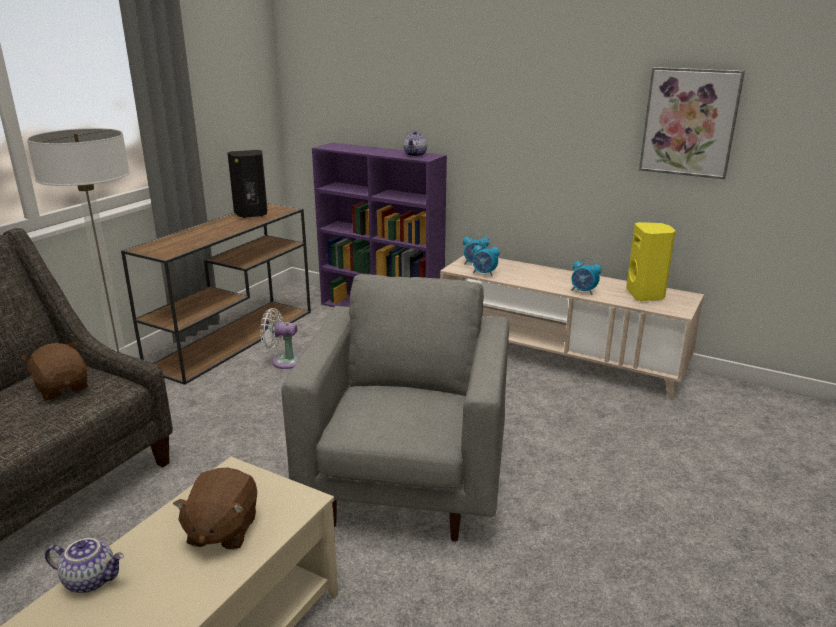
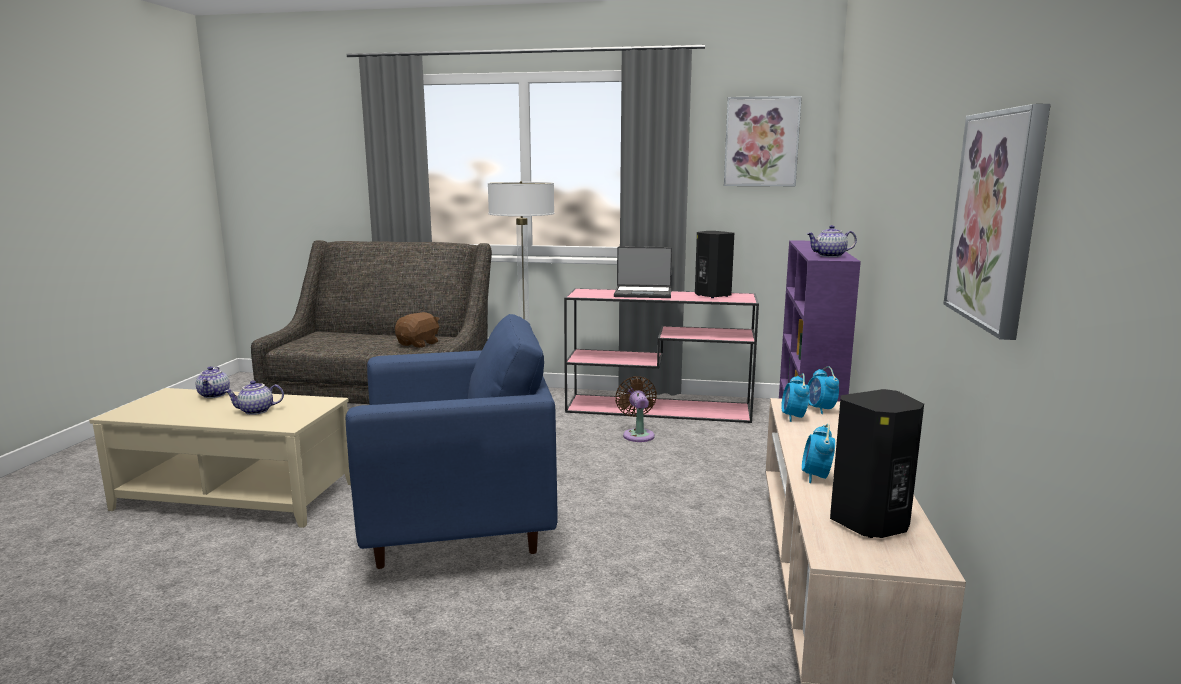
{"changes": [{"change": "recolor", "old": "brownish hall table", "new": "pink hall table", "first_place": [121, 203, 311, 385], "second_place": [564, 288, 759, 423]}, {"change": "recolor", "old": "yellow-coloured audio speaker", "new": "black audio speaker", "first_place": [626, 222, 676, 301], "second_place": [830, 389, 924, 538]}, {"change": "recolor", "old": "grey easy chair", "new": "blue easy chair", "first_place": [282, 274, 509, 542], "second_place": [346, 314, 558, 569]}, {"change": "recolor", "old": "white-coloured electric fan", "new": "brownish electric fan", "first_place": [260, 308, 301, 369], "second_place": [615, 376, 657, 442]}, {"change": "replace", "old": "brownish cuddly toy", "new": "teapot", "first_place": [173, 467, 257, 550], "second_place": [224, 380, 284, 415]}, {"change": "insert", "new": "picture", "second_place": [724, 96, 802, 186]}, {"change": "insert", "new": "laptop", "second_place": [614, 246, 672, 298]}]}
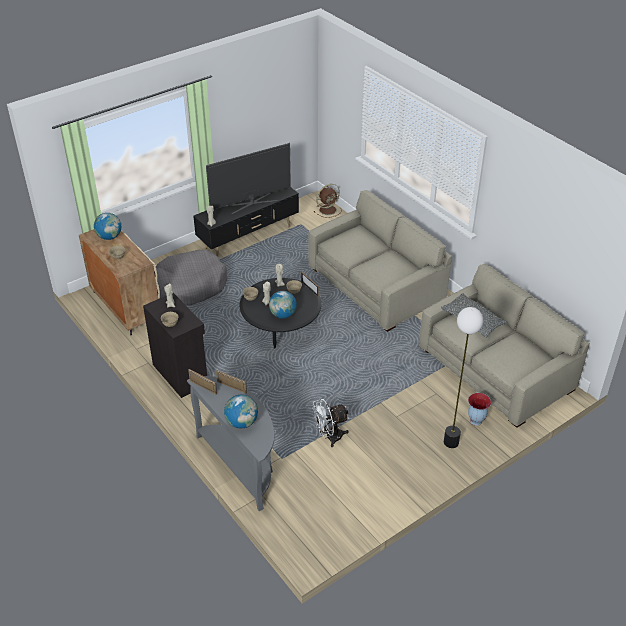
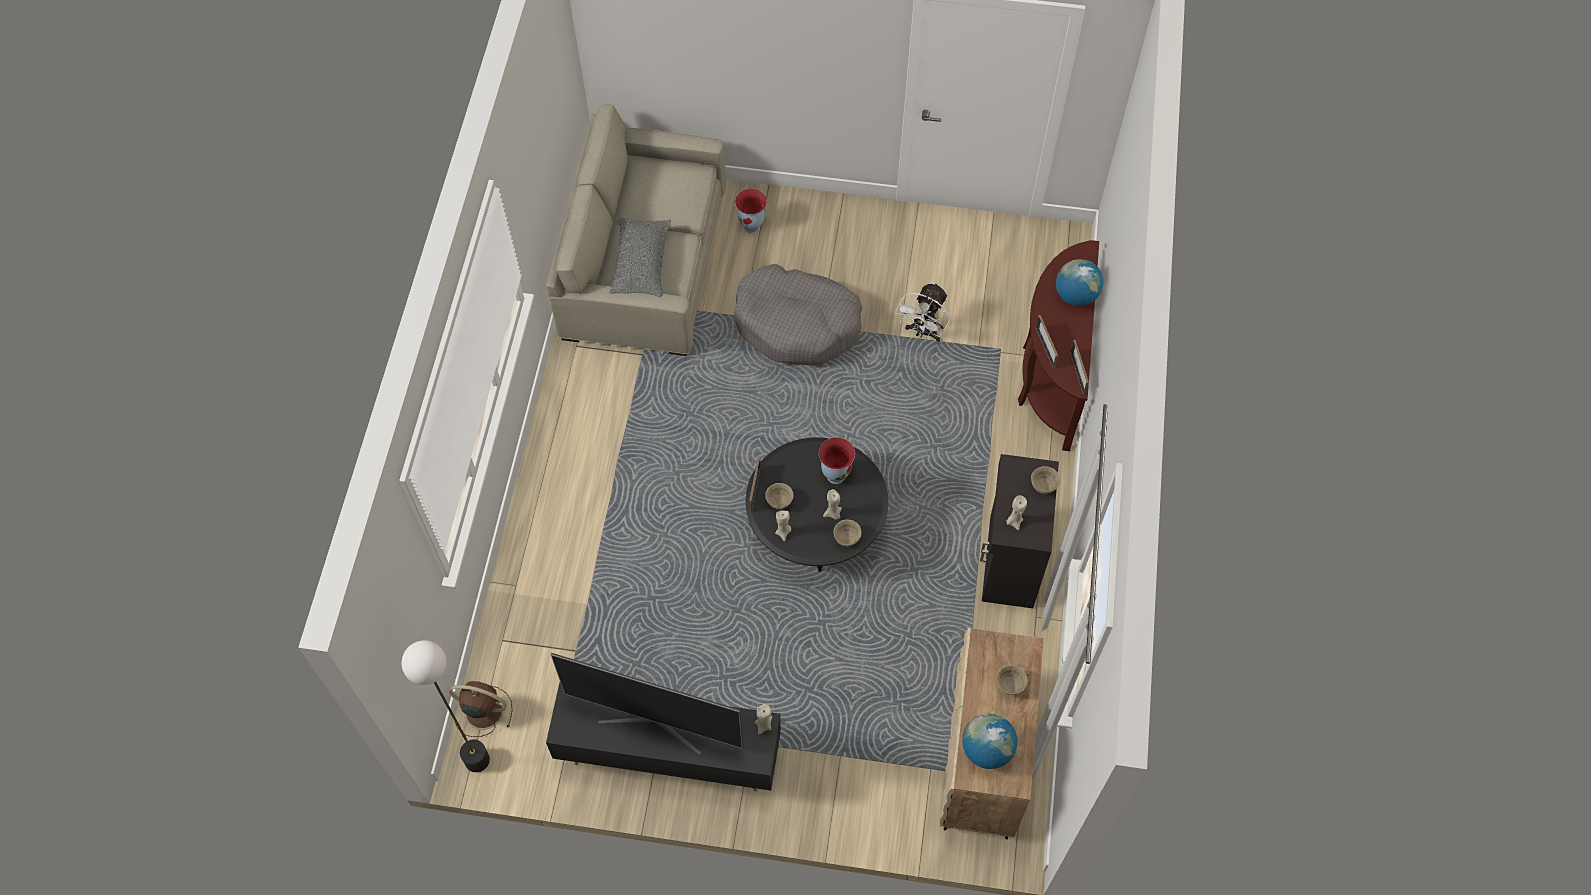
{"changes": [{"change": "delete", "old": "beige sofa", "first_place": [308, 190, 452, 332]}, {"change": "move", "old": "grey pet bed", "first_place": [156, 250, 228, 305], "second_place": [734, 264, 863, 365]}, {"change": "replace", "old": "desk globe", "new": "decorative vase", "first_place": [269, 291, 297, 319], "second_place": [819, 437, 855, 484]}, {"change": "move", "old": "standing lamp", "first_place": [444, 307, 483, 448], "second_place": [402, 640, 490, 772]}, {"change": "recolor", "old": "grey hall table", "new": "brownish hall table", "first_place": [187, 376, 275, 511], "second_place": [1018, 240, 1099, 451]}, {"change": "rotate", "old": "white-coloured electric fan", "first_place": [312, 399, 349, 447], "second_place": [895, 283, 950, 342], "degrees": 90}]}
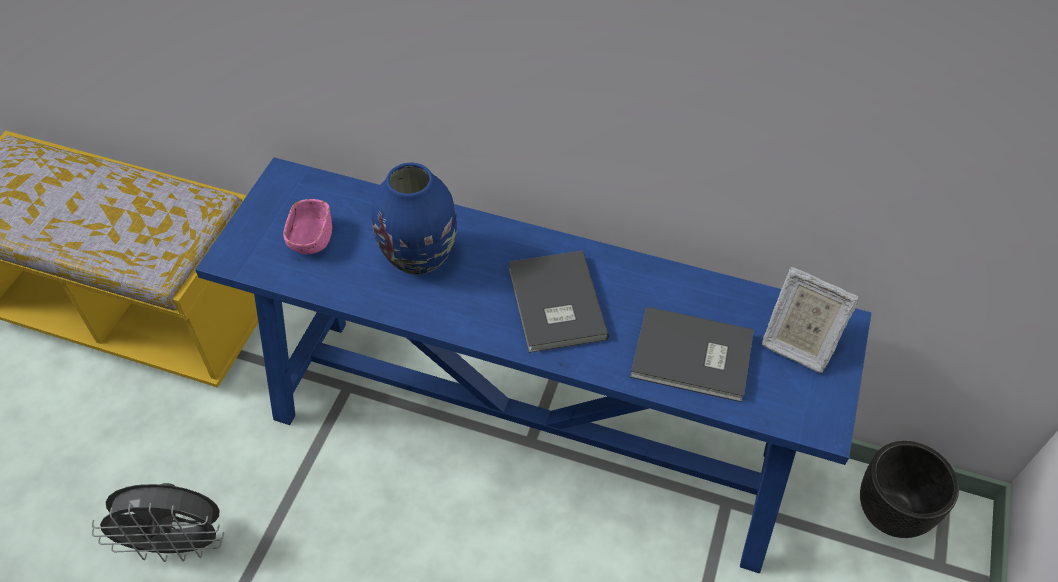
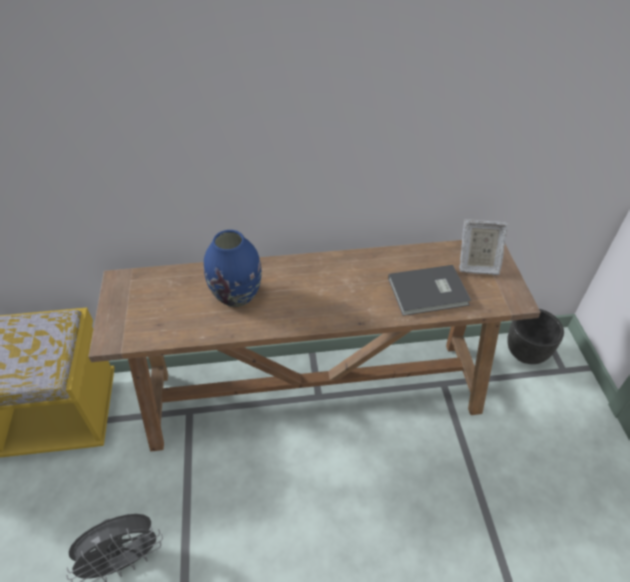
{"changes": [{"change": "recolor", "old": "blue hall table", "new": "brownish hall table", "first_place": [195, 157, 871, 573], "second_place": [88, 240, 541, 451]}, {"change": "delete", "old": "pink serving bowl", "first_place": [283, 199, 332, 254]}, {"change": "delete", "old": "grey book", "first_place": [509, 251, 609, 353]}]}
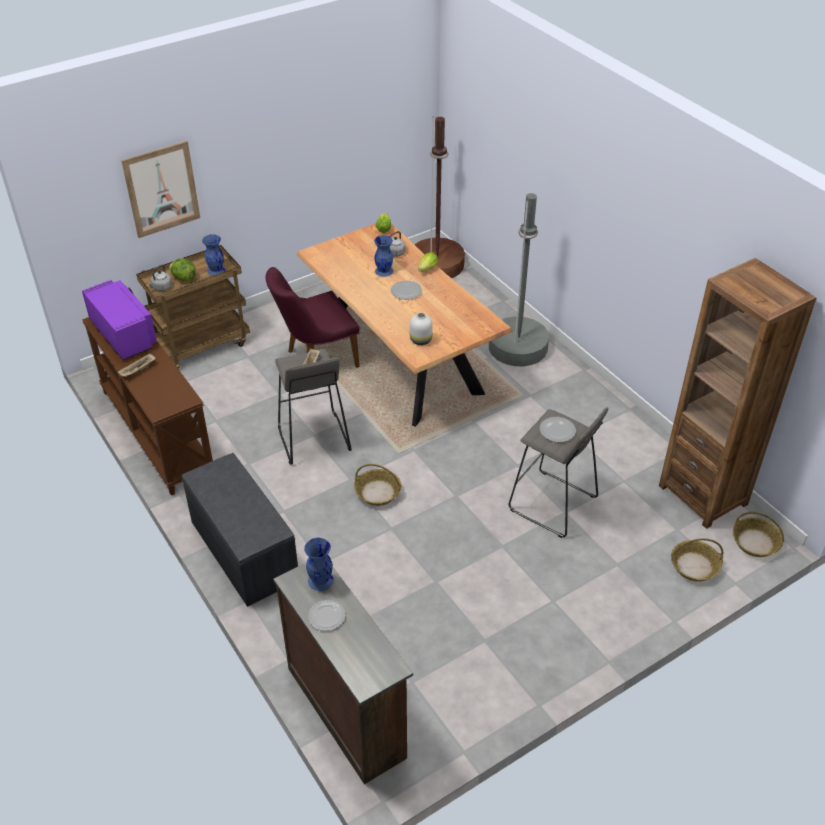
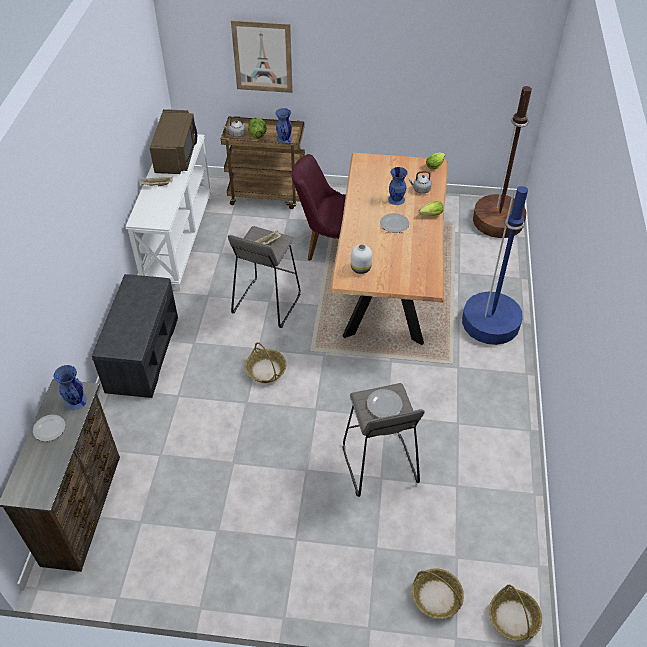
{"changes": [{"change": "recolor", "old": "grey standing lamp", "new": "blue standing lamp", "first_place": [489, 193, 549, 367], "second_place": [462, 186, 528, 345]}, {"change": "delete", "old": "brownish bookshelf", "first_place": [659, 258, 816, 529]}, {"change": "recolor", "old": "purple microwave oven", "new": "brownish microwave oven", "first_place": [82, 280, 157, 360], "second_place": [150, 109, 197, 174]}, {"change": "recolor", "old": "brownish hall table", "new": "white-coloured hall table", "first_place": [82, 317, 213, 495], "second_place": [125, 134, 212, 291]}]}
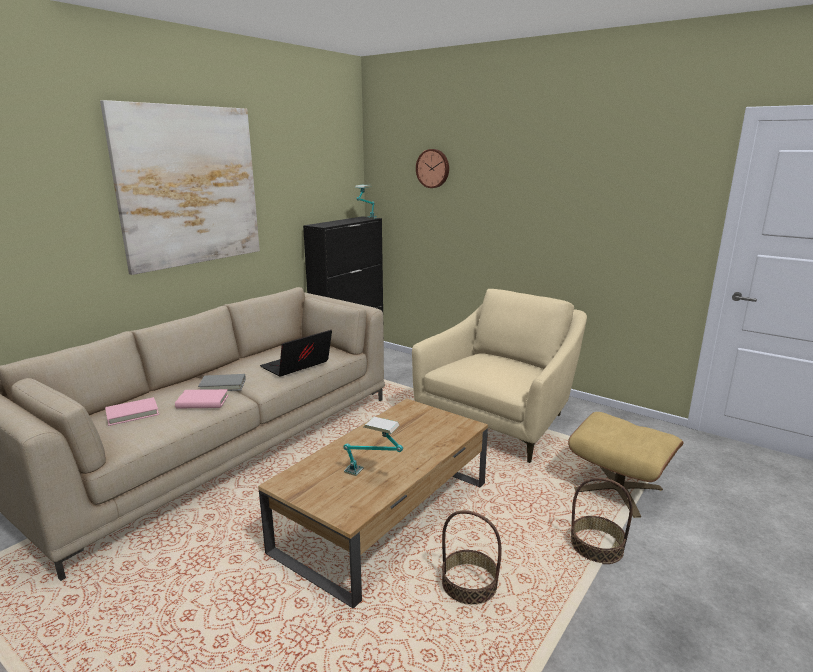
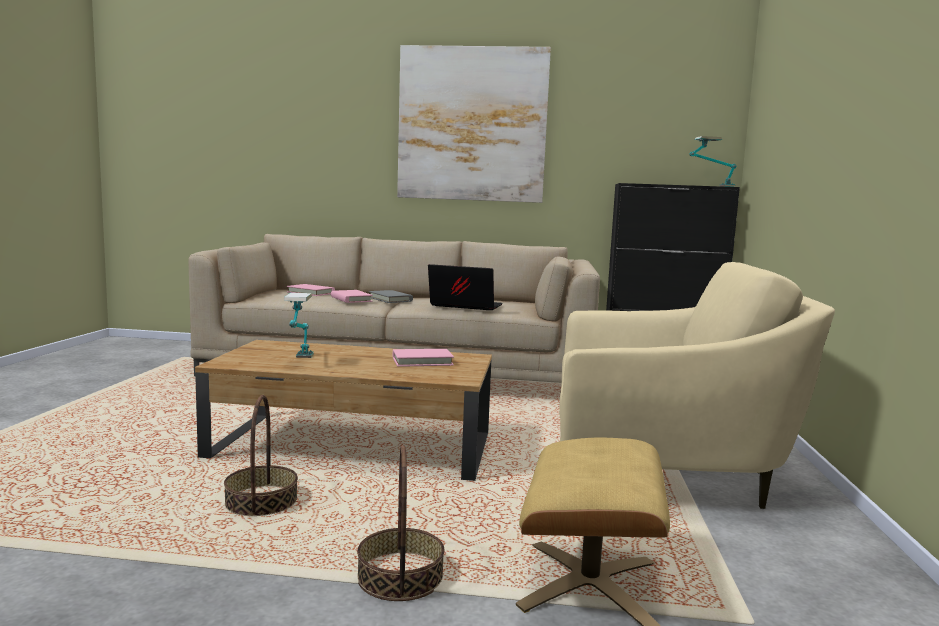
{"changes": [{"change": "delete", "old": "wall clock", "first_place": [416, 149, 449, 188]}, {"change": "insert", "new": "pink book", "second_place": [393, 349, 454, 367]}]}
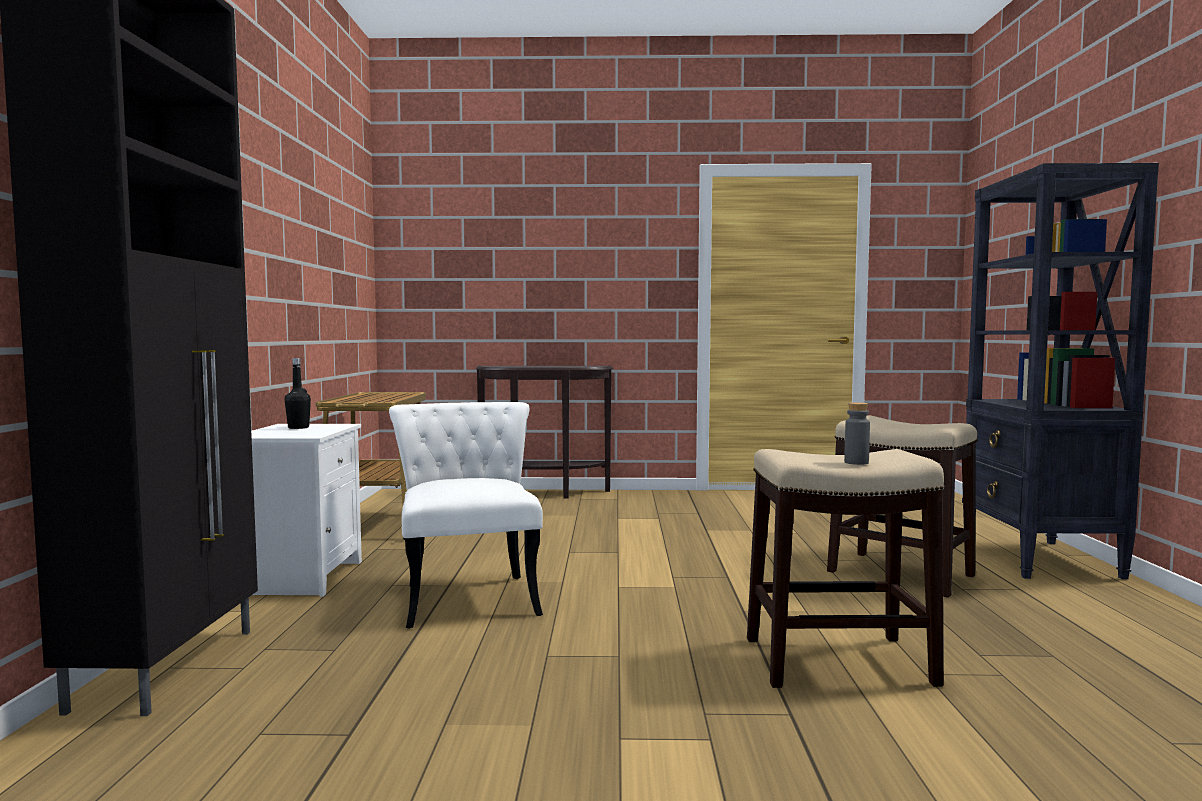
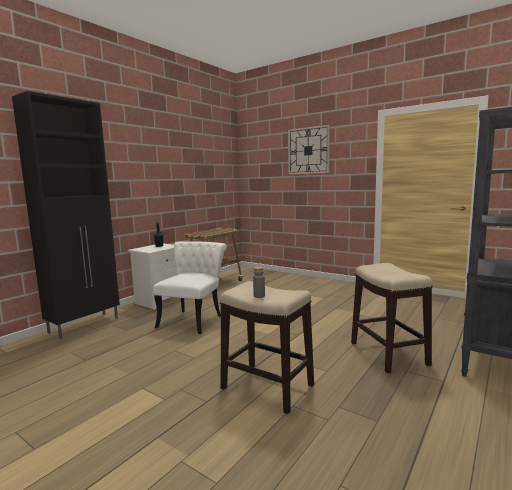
{"changes": [{"change": "delete", "old": "brownish hall table", "first_place": [476, 366, 614, 499]}, {"change": "insert", "new": "wall clock", "second_place": [288, 125, 330, 174]}]}
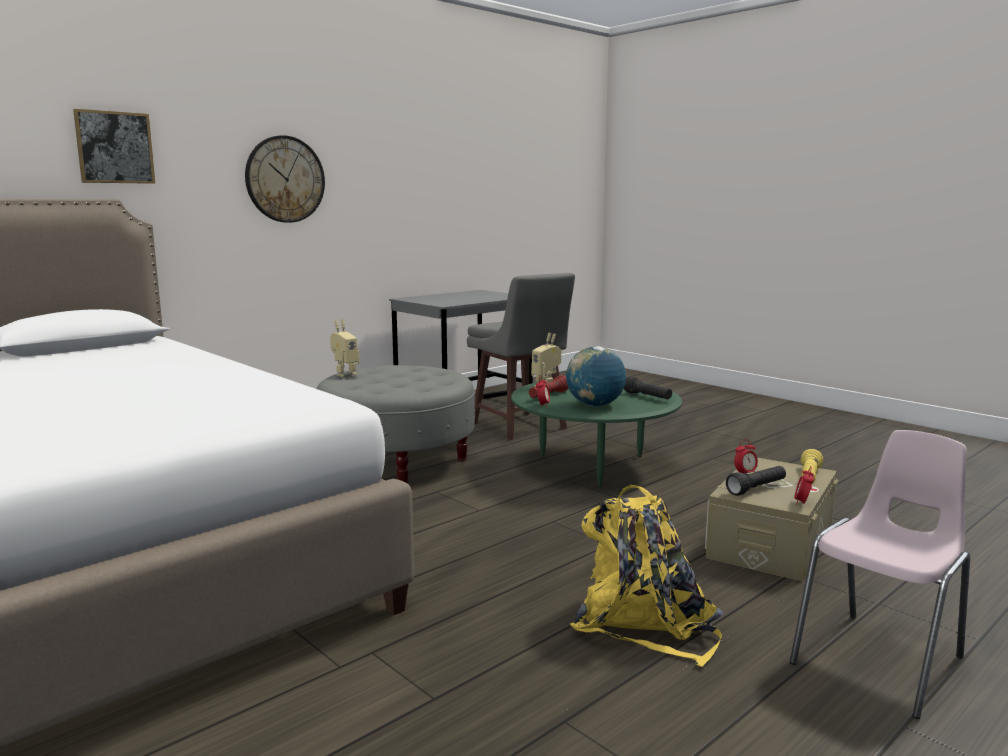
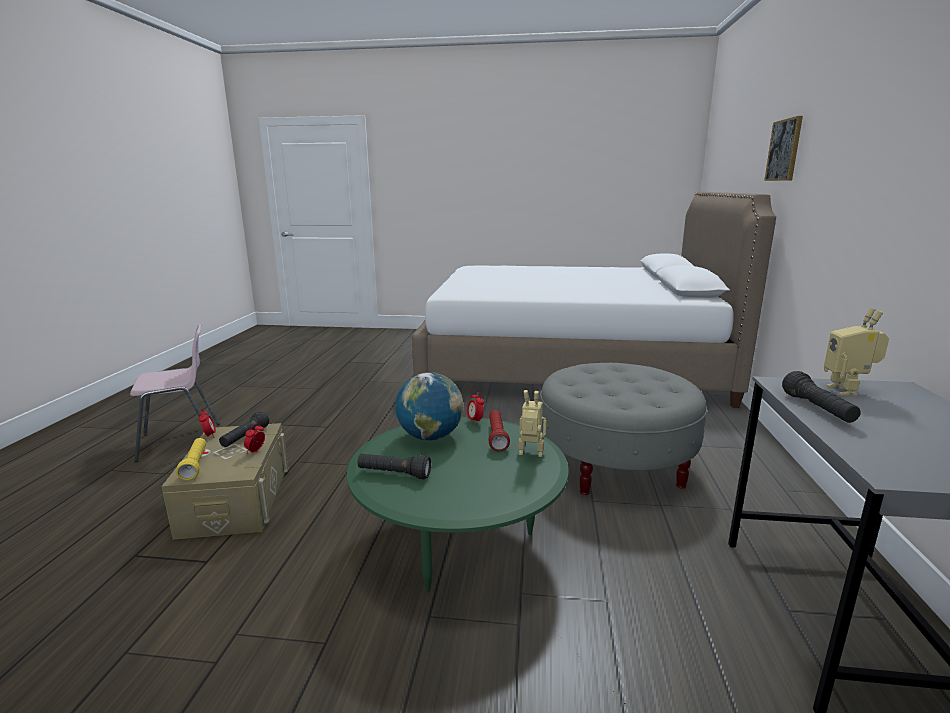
{"changes": [{"change": "delete", "old": "wall clock", "first_place": [245, 135, 325, 223]}, {"change": "delete", "old": "grey stool seat", "first_place": [467, 273, 575, 440]}, {"change": "move", "old": "model robot", "first_place": [330, 319, 359, 377], "second_place": [824, 308, 889, 396]}, {"change": "rotate", "old": "pink upright chair", "first_place": [790, 430, 970, 719], "second_place": [130, 324, 220, 462], "degrees": -120}, {"change": "delete", "old": "yellow-coloured rucksack", "first_place": [570, 485, 723, 667]}, {"change": "insert", "new": "black flashlight", "second_place": [782, 371, 861, 423]}]}
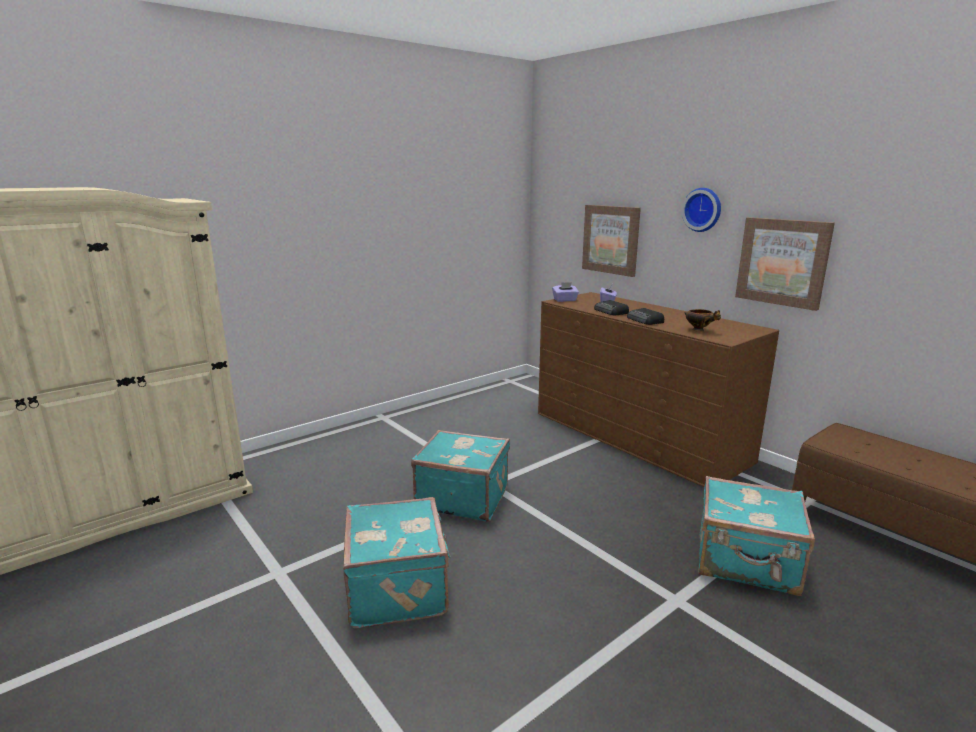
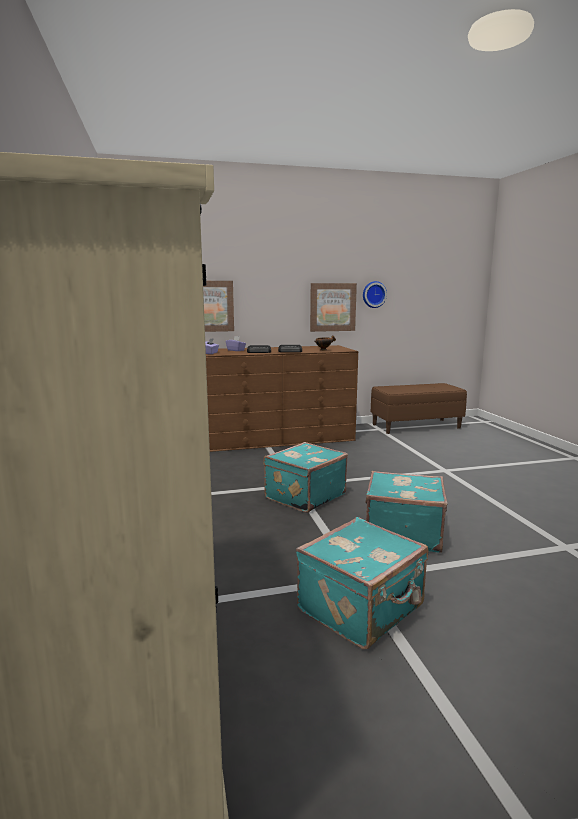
{"changes": [{"change": "move", "old": "wall clock", "first_place": [682, 188, 721, 232], "second_place": [363, 281, 387, 308]}, {"change": "move", "old": "turquoise travel case", "first_place": [698, 476, 815, 596], "second_place": [296, 517, 428, 649]}]}
